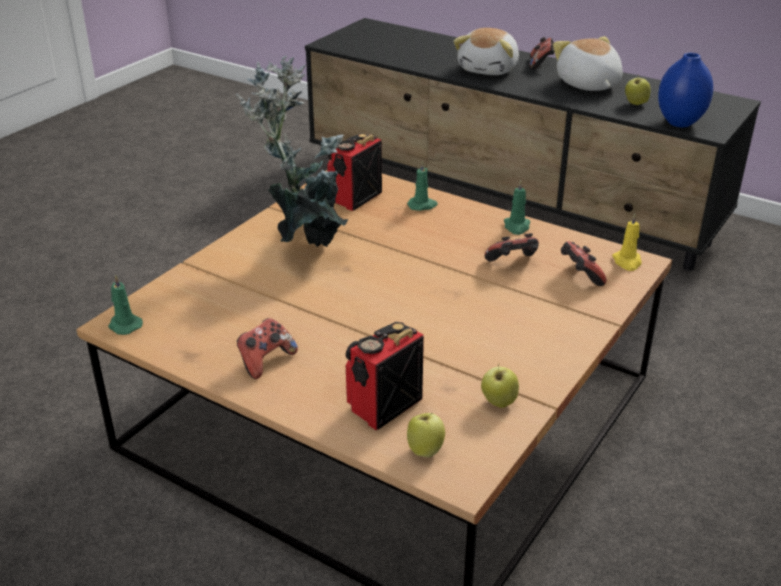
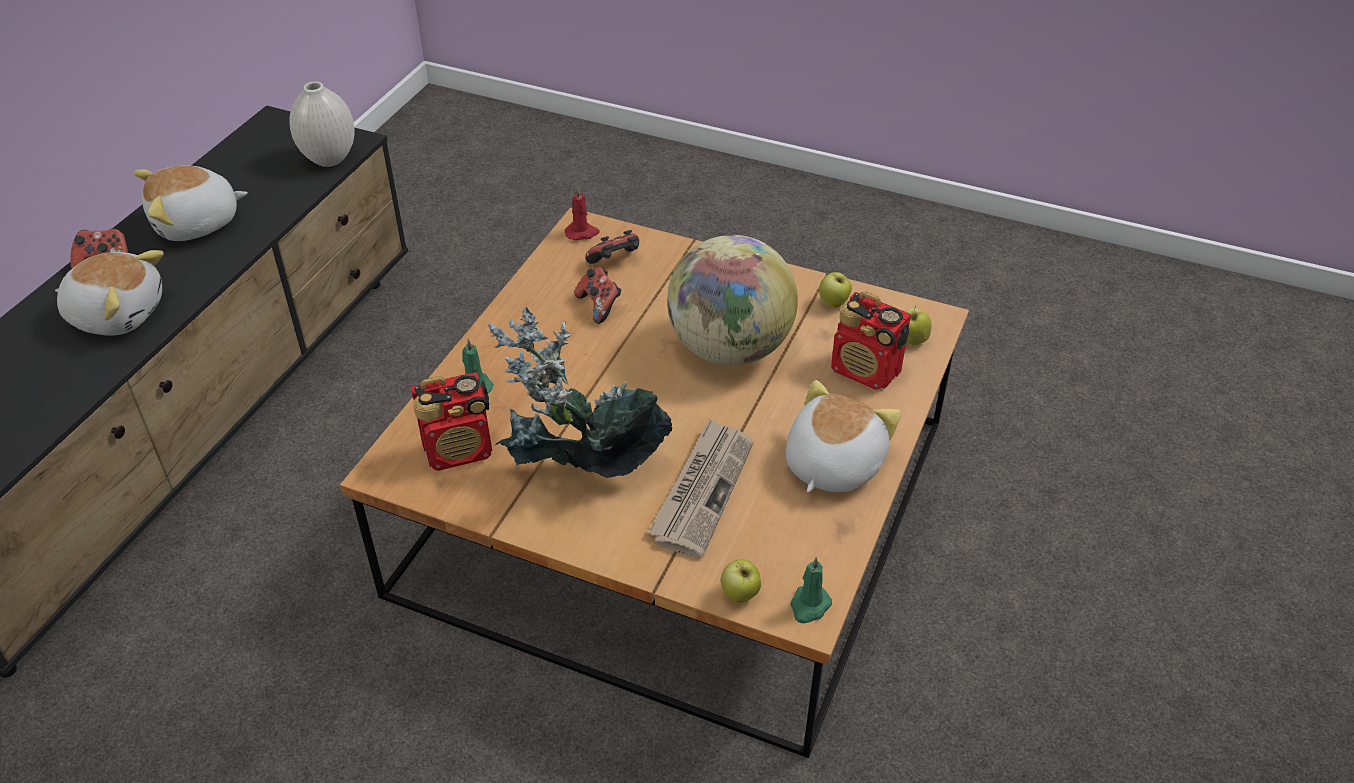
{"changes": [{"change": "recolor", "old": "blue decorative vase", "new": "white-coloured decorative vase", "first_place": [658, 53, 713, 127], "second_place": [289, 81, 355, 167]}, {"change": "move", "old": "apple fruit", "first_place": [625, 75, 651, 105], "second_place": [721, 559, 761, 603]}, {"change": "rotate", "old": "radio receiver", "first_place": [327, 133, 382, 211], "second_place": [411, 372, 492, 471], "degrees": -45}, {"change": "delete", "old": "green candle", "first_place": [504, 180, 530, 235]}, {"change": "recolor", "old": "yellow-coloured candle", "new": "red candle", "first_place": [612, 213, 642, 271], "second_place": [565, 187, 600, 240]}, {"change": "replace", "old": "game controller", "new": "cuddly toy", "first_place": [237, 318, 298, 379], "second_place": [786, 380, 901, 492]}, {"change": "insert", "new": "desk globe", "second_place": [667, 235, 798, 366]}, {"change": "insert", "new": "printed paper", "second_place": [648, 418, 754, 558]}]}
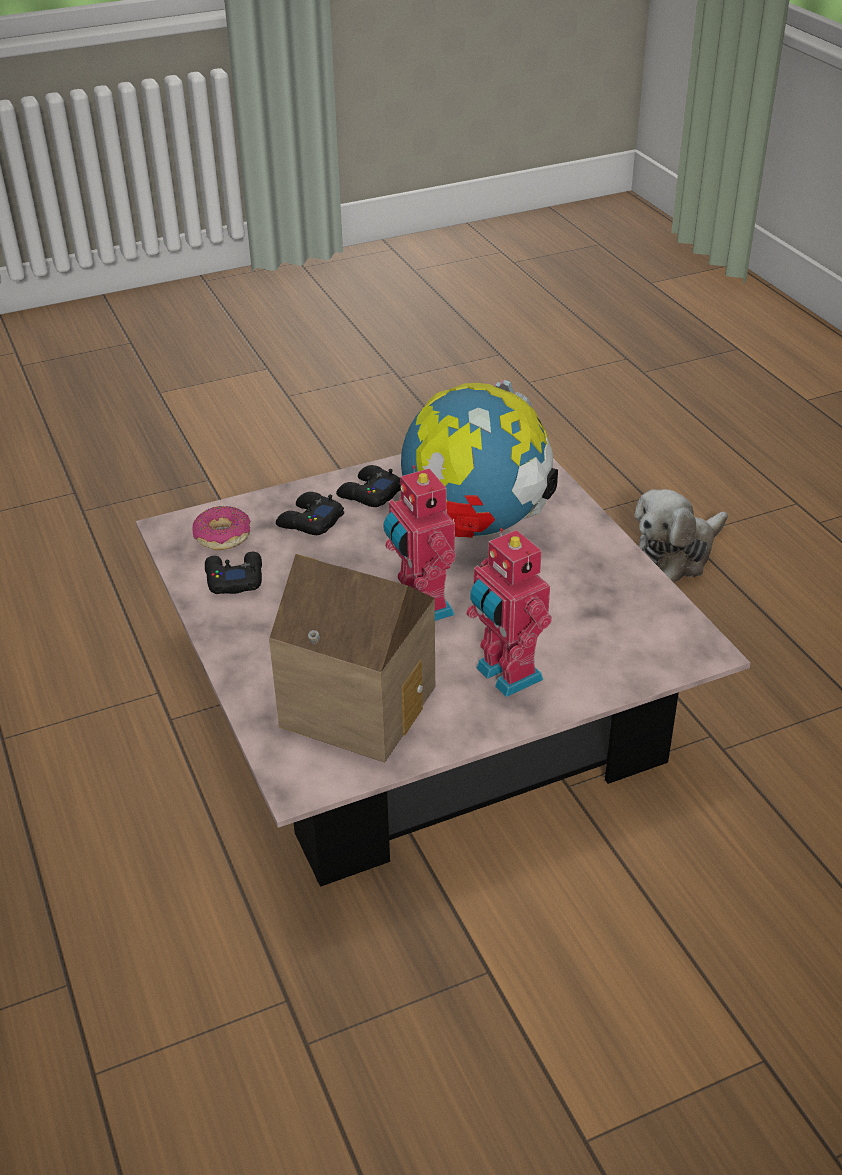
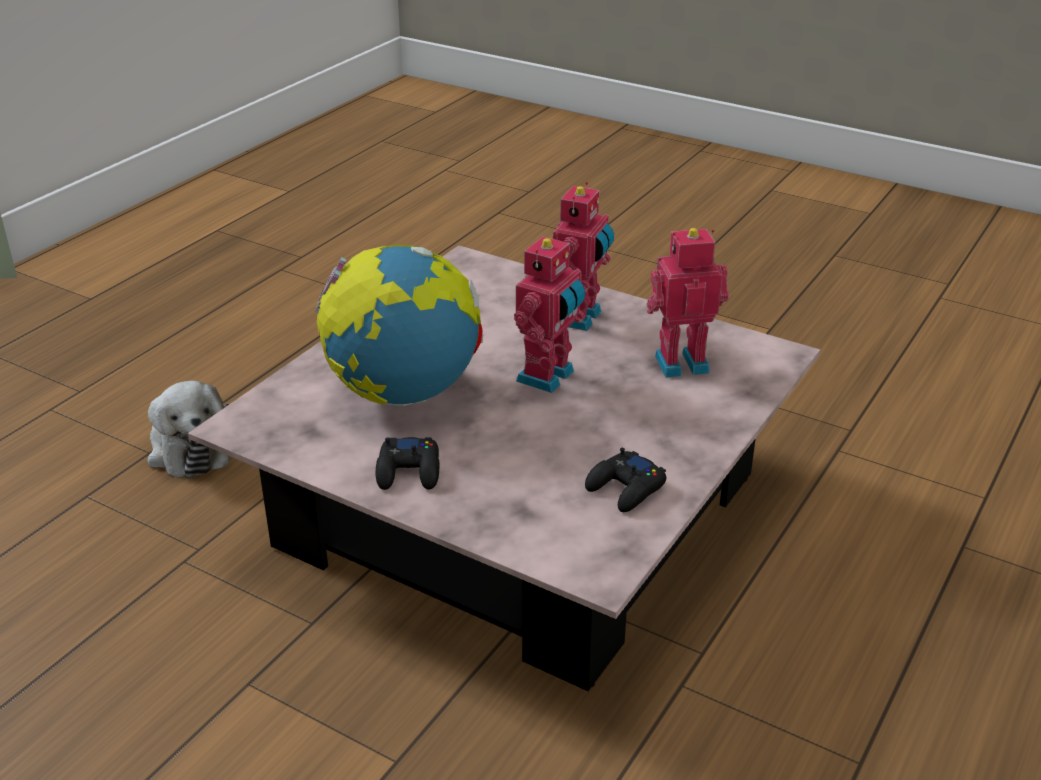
{"changes": [{"change": "rotate", "old": "cuddly toy", "first_place": [635, 489, 728, 583], "second_place": [147, 381, 230, 479], "degrees": 45}, {"change": "delete", "old": "black game controller", "first_place": [276, 492, 344, 535]}, {"change": "delete", "old": "doughnut", "first_place": [192, 506, 251, 550]}, {"change": "replace", "old": "model house", "new": "model robot", "first_place": [269, 554, 435, 763], "second_place": [646, 228, 729, 378]}]}
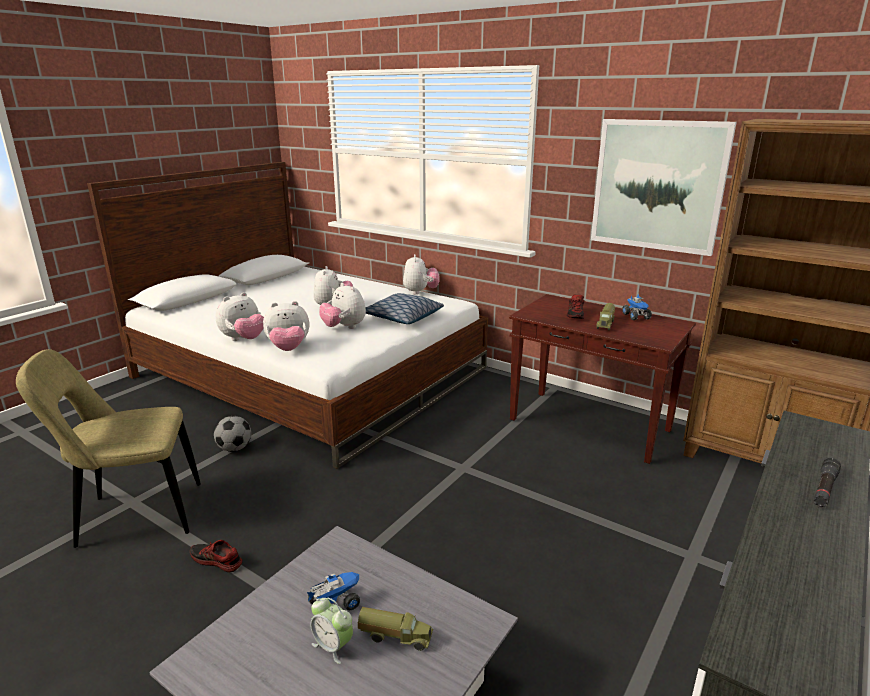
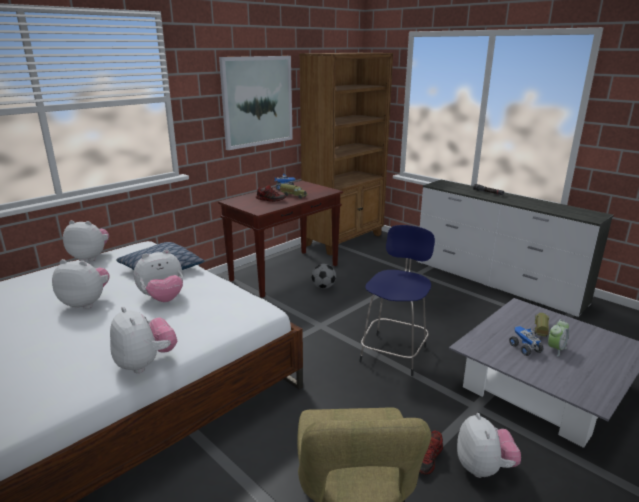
{"changes": [{"change": "move", "old": "cuddly toy", "first_place": [263, 301, 309, 351], "second_place": [457, 413, 521, 478]}, {"change": "move", "old": "ball for football", "first_place": [214, 416, 251, 452], "second_place": [311, 264, 336, 289]}, {"change": "insert", "new": "blue stool seat", "second_place": [359, 225, 435, 376]}]}
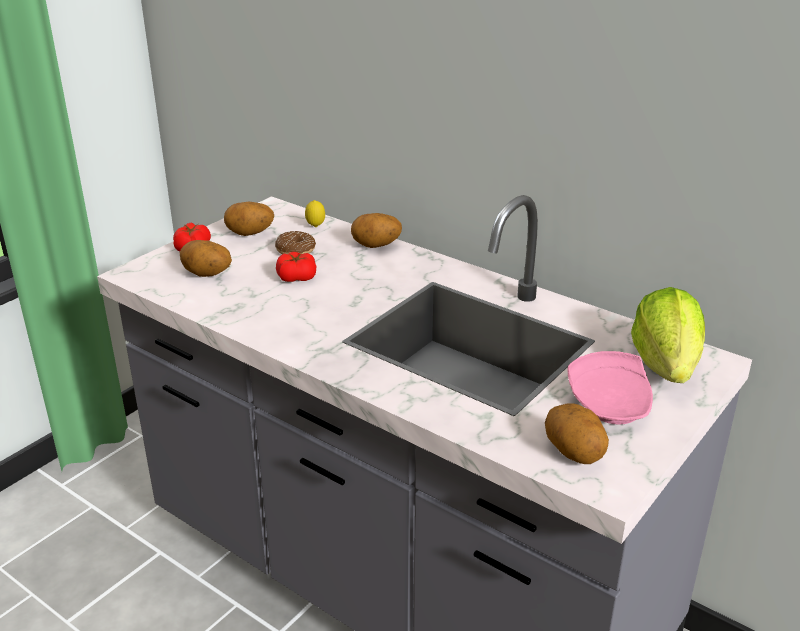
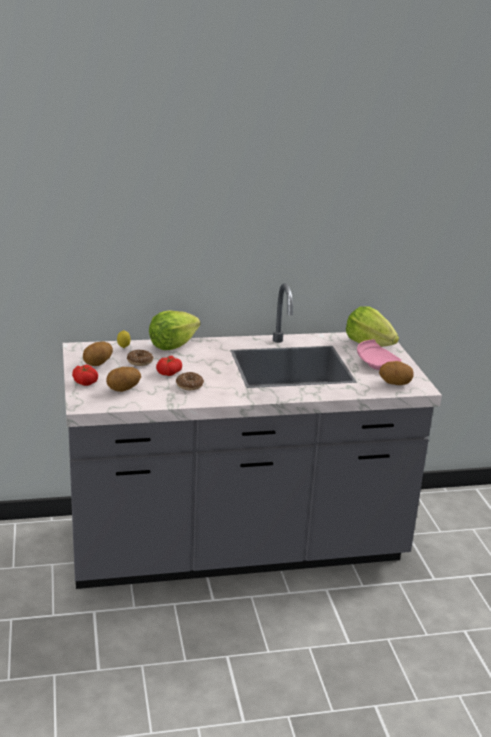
{"changes": [{"change": "replace", "old": "whole potato", "new": "lettuce head", "first_place": [351, 213, 402, 248], "second_place": [149, 310, 200, 350]}, {"change": "insert", "new": "doughnut", "second_place": [176, 372, 204, 390]}]}
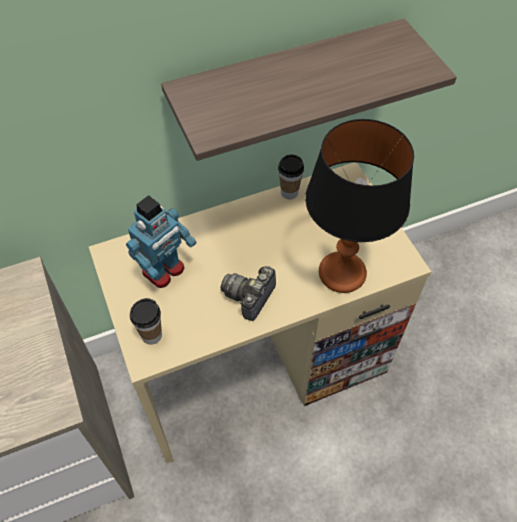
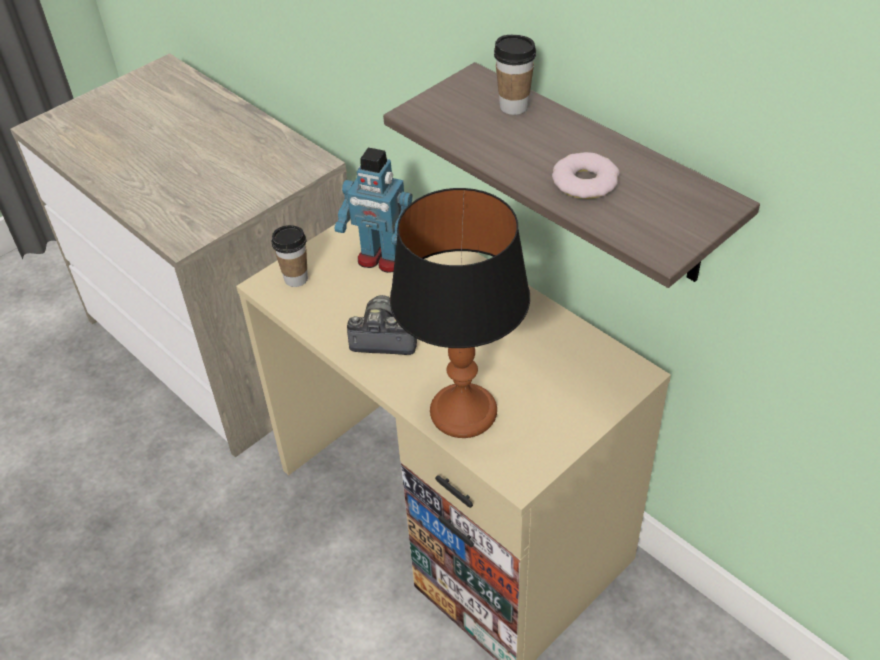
{"changes": [{"change": "move", "old": "drinking cup", "first_place": [278, 154, 304, 199], "second_place": [494, 35, 536, 115]}, {"change": "insert", "new": "doughnut", "second_place": [552, 152, 620, 199]}]}
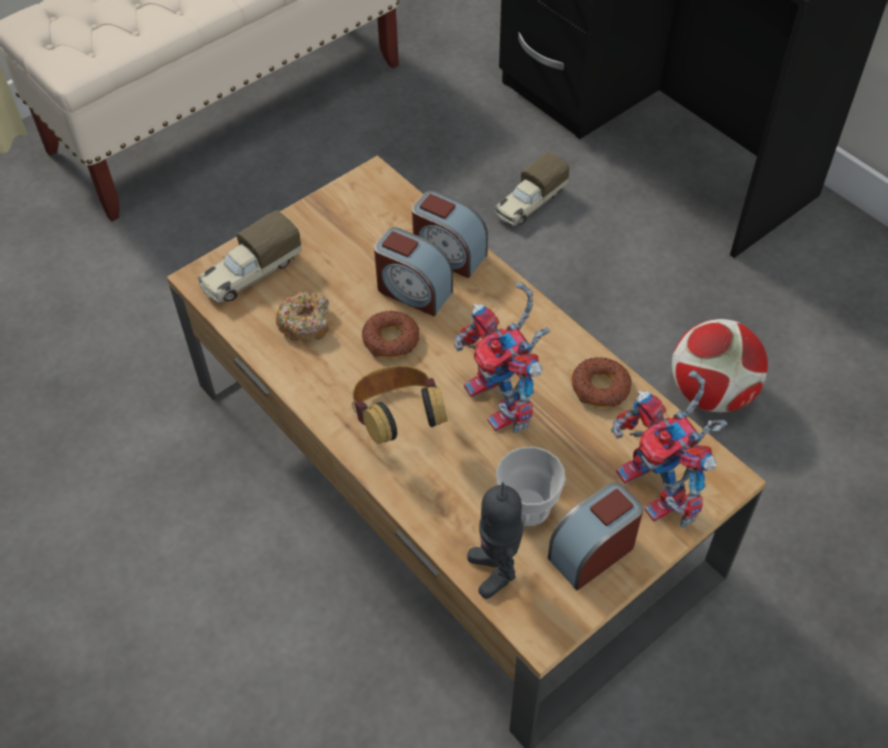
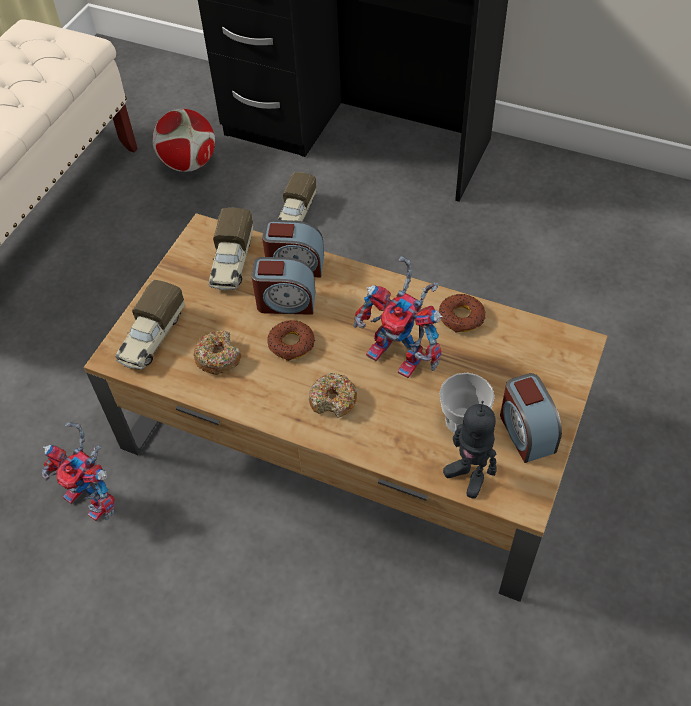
{"changes": [{"change": "move", "old": "ball for football", "first_place": [672, 319, 768, 413], "second_place": [152, 109, 215, 172]}, {"change": "replace", "old": "headset", "new": "doughnut", "first_place": [352, 366, 447, 444], "second_place": [309, 373, 357, 418]}, {"change": "move", "old": "model robot", "first_place": [611, 370, 727, 528], "second_place": [41, 422, 115, 521]}, {"change": "rotate", "old": "alarm clock", "first_place": [548, 482, 643, 591], "second_place": [500, 373, 562, 463], "degrees": -45}, {"change": "insert", "new": "model truck", "second_place": [209, 208, 253, 290]}]}
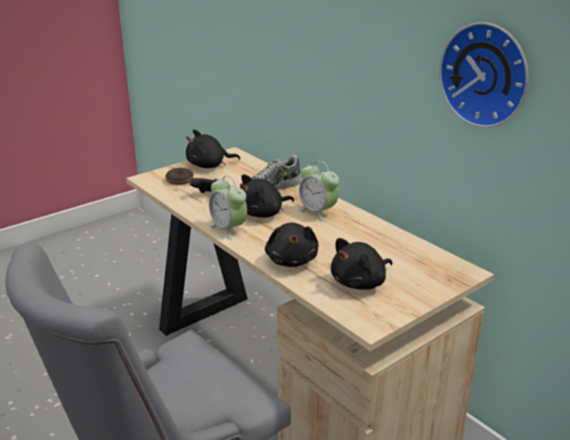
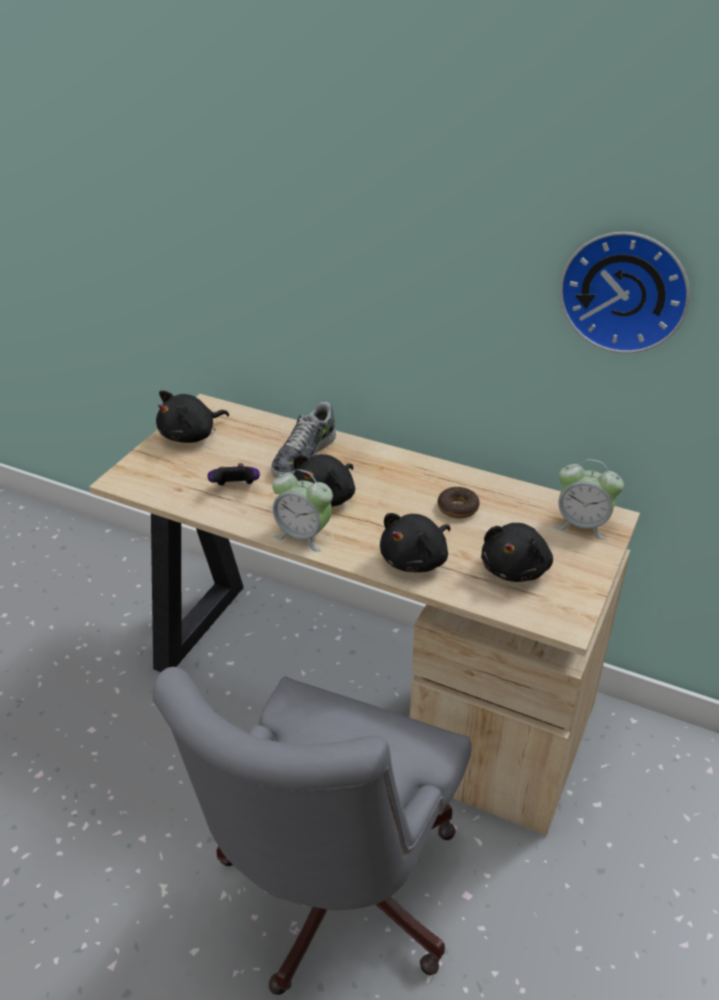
{"changes": [{"change": "move", "old": "alarm clock", "first_place": [298, 161, 339, 222], "second_place": [554, 459, 624, 540]}, {"change": "move", "old": "doughnut", "first_place": [165, 168, 193, 185], "second_place": [438, 487, 480, 518]}, {"change": "rotate", "old": "black cuddly toy", "first_place": [265, 222, 319, 267], "second_place": [380, 513, 451, 572], "degrees": 75}]}
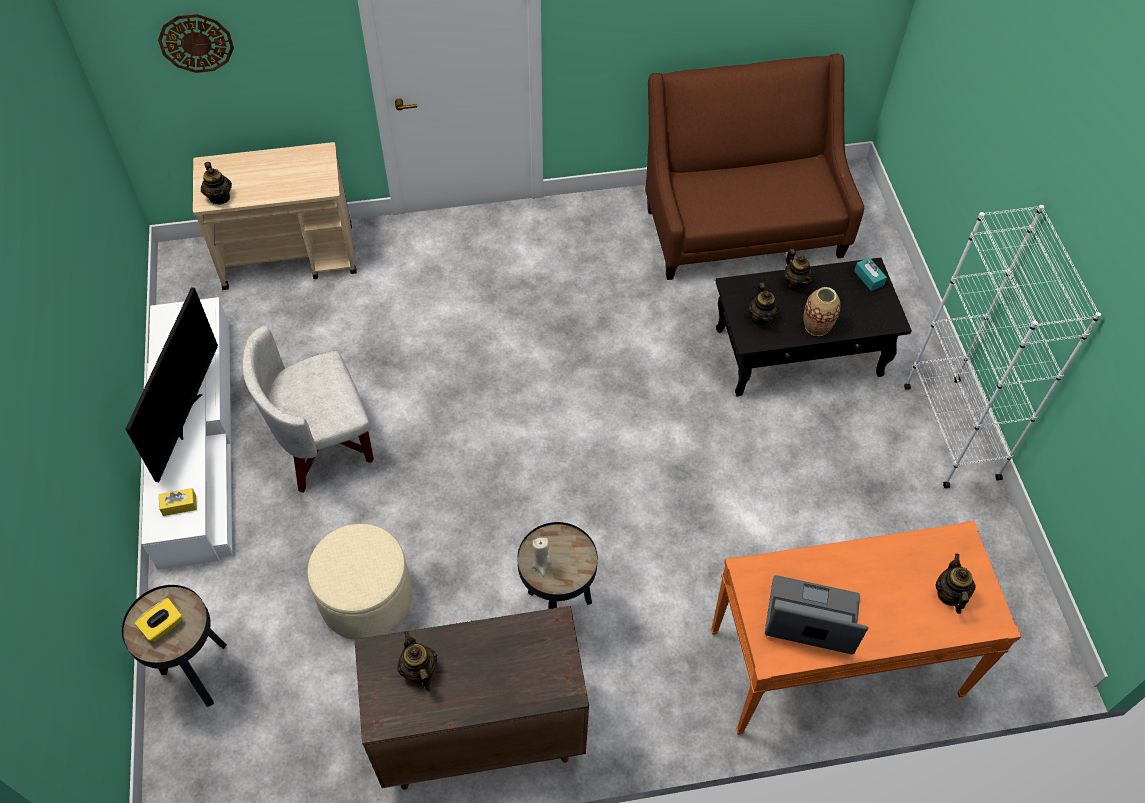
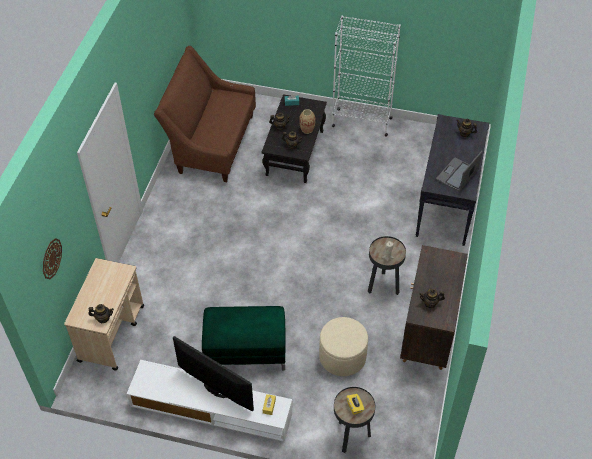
{"changes": [{"change": "replace", "old": "white-coloured easy chair", "new": "green ottoman", "first_place": [242, 326, 374, 493], "second_place": [202, 306, 286, 371]}, {"change": "recolor", "old": "orange hall table", "new": "black hall table", "first_place": [711, 521, 1021, 735], "second_place": [416, 114, 489, 246]}]}
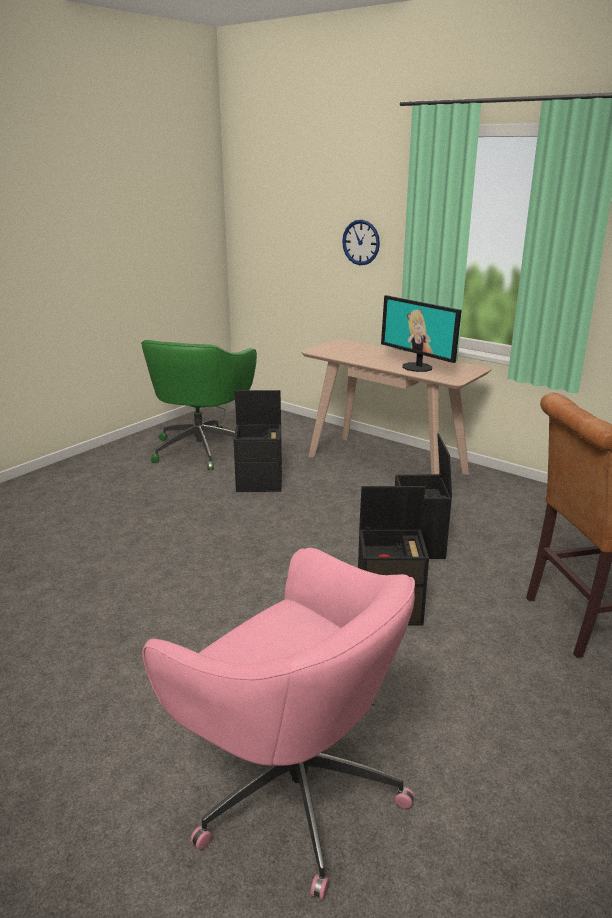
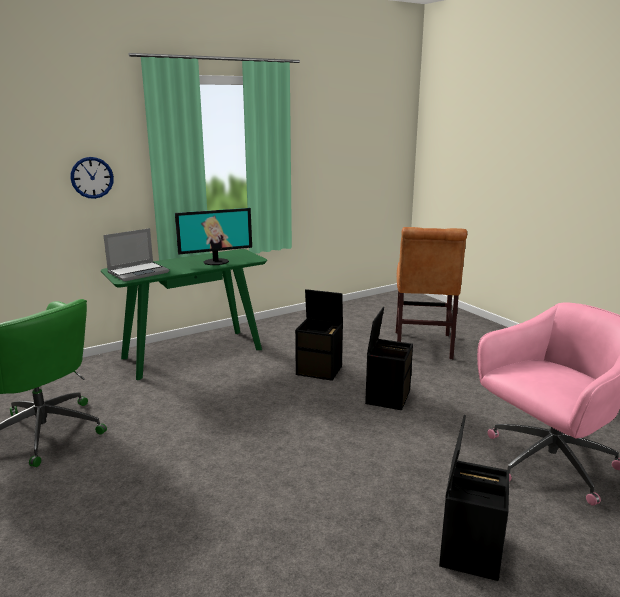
{"changes": [{"change": "recolor", "old": "beige hall table", "new": "green hall table", "first_place": [301, 339, 491, 475], "second_place": [101, 249, 267, 380]}, {"change": "move", "old": "black storage box", "first_place": [234, 390, 282, 492], "second_place": [439, 415, 509, 581]}, {"change": "insert", "new": "laptop", "second_place": [103, 228, 169, 282]}]}
